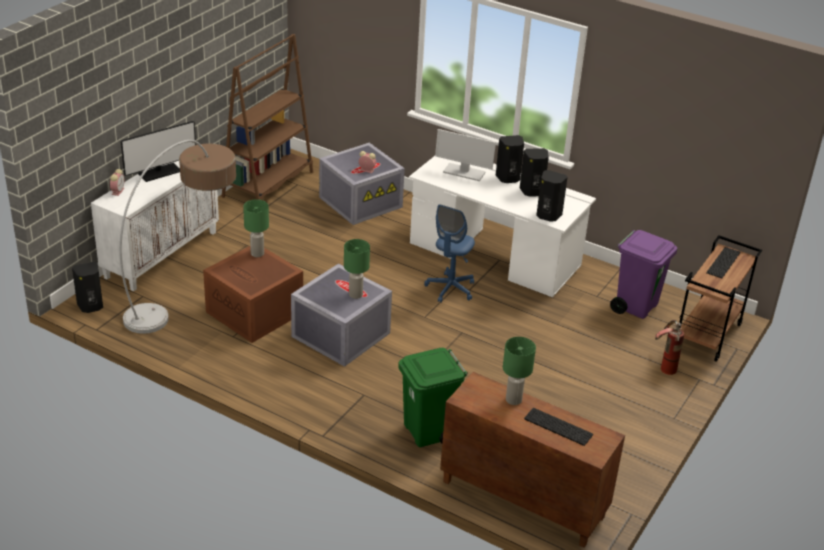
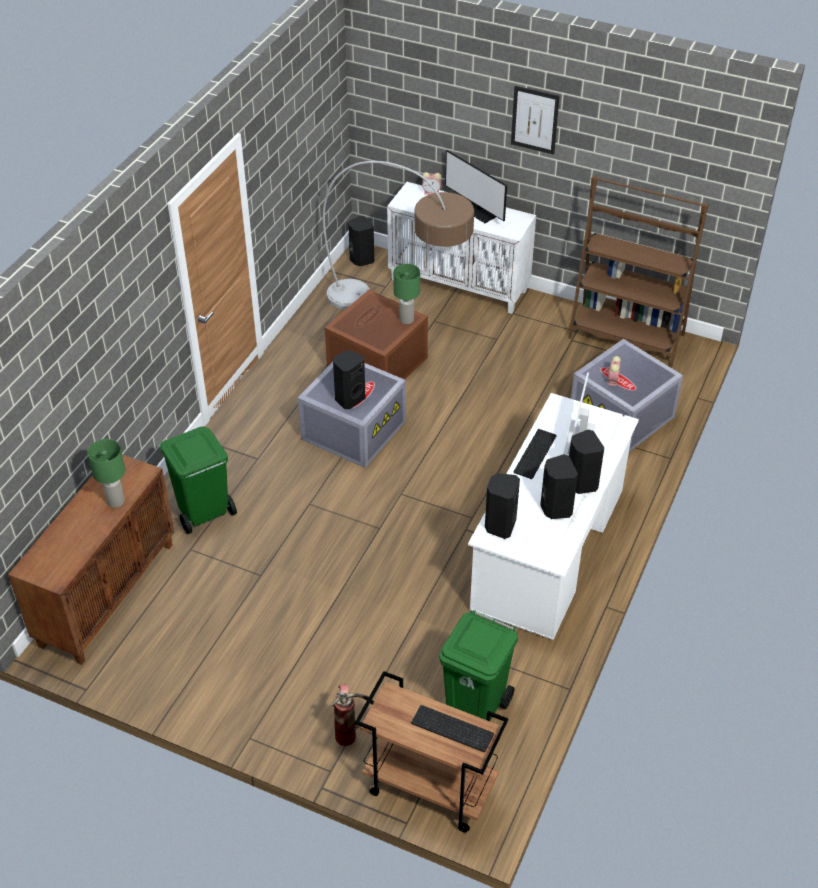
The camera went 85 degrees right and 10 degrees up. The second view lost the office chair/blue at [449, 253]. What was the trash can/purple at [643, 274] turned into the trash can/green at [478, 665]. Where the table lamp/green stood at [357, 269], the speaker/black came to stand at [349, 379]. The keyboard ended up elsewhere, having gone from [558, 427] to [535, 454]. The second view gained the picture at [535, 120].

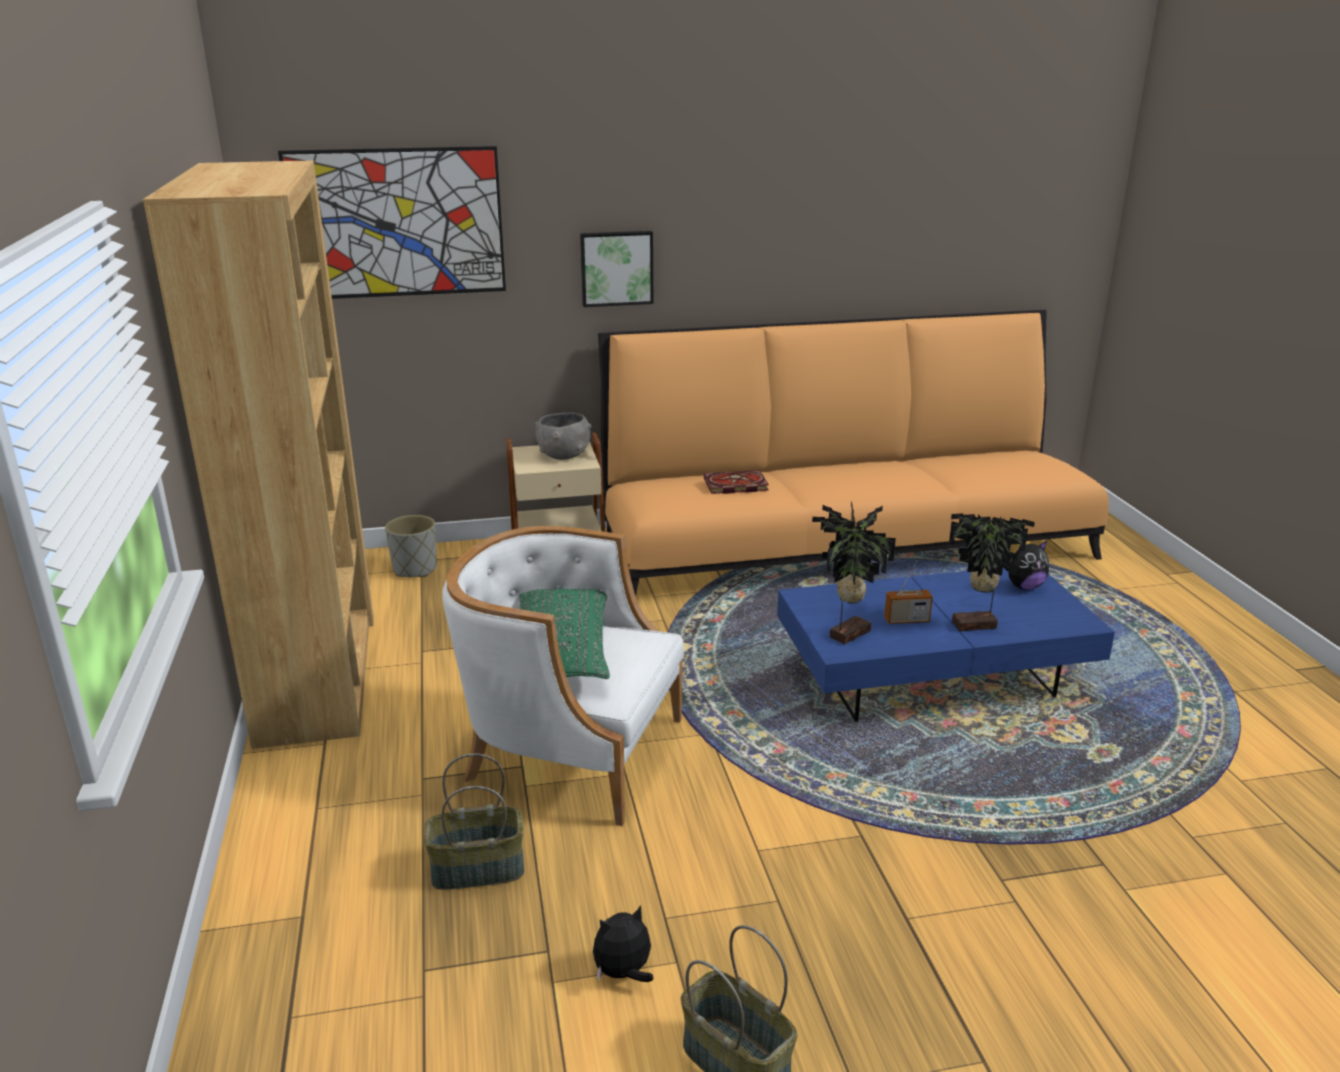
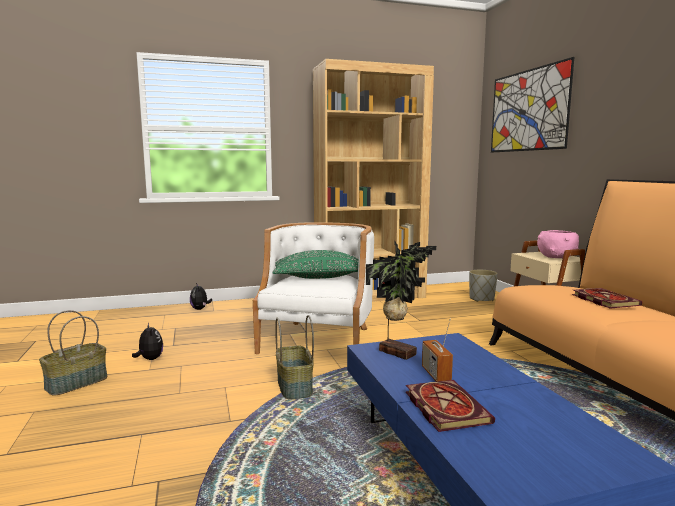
The camera went 85 degrees right and 15 degrees down. The second view lost the picture at [616, 269]. What was the bowl/grey at [563, 436] turned into the bowl/pink at [558, 244]. Where the potted plant stood at [992, 572], the book came to stand at [450, 406]. The plush toy ended up elsewhere, having gone from [1026, 565] to [201, 296]. The basket ended up elsewhere, having gone from [474, 821] to [294, 357].

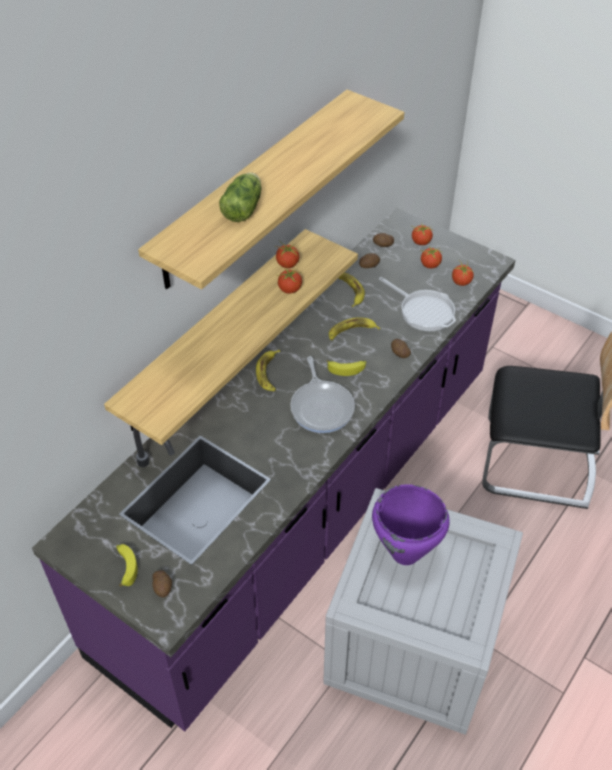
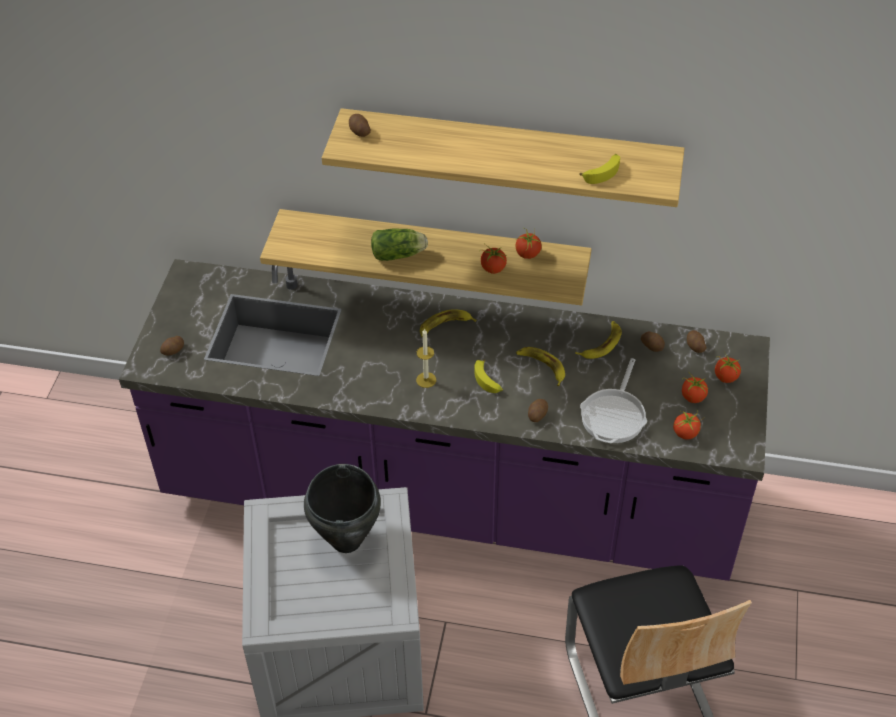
The camera went 65 degrees right and 0 degrees up. The lettuce ended up elsewhere, having gone from [240, 197] to [399, 244]. Where the frying pan stood at [322, 394], the candle came to stand at [426, 358]. What was the cooking pot/purple at [411, 524] turned into the cooking pot/black at [342, 508]. The banana ended up elsewhere, having gone from [127, 565] to [599, 169]. The second view gained the potato at [360, 125].

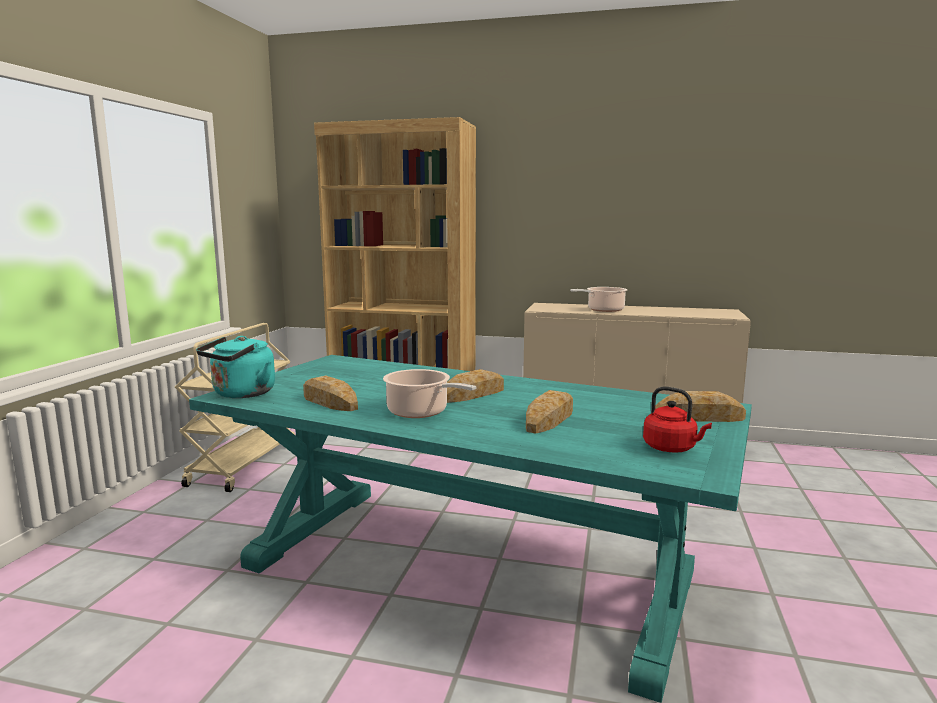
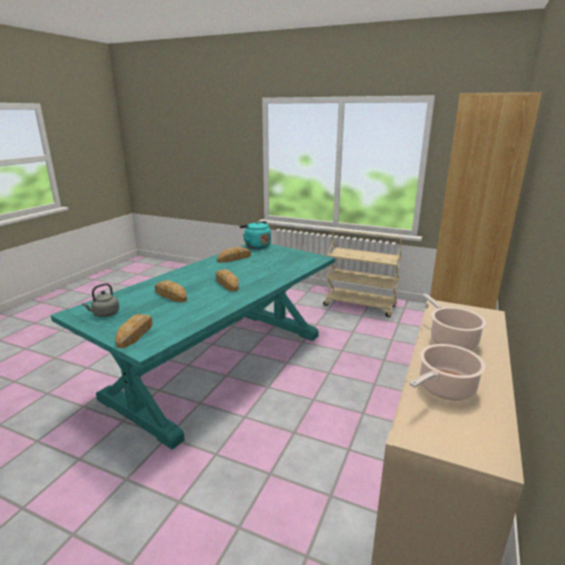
The camera went 100 degrees right and 10 degrees up. The cooking pot ended up elsewhere, having gone from [429, 393] to [447, 372]. What was the kettle/red at [677, 419] turned into the kettle/grey at [100, 300].

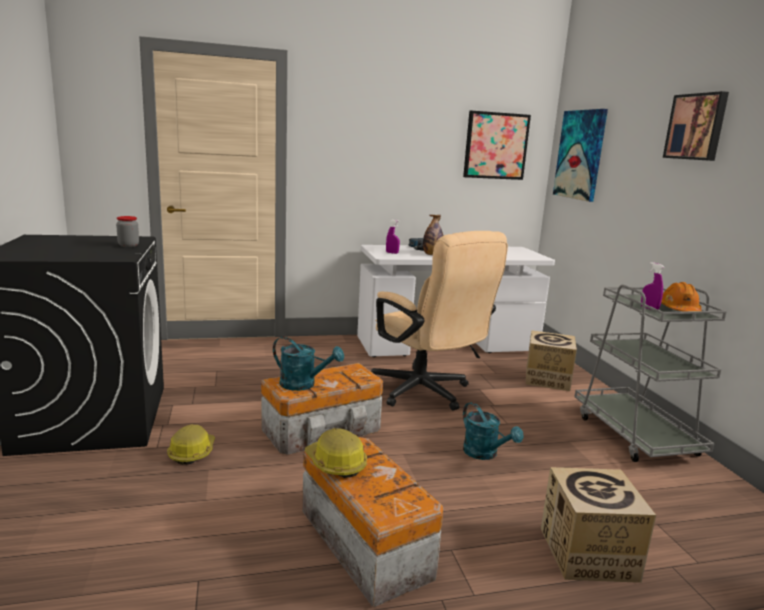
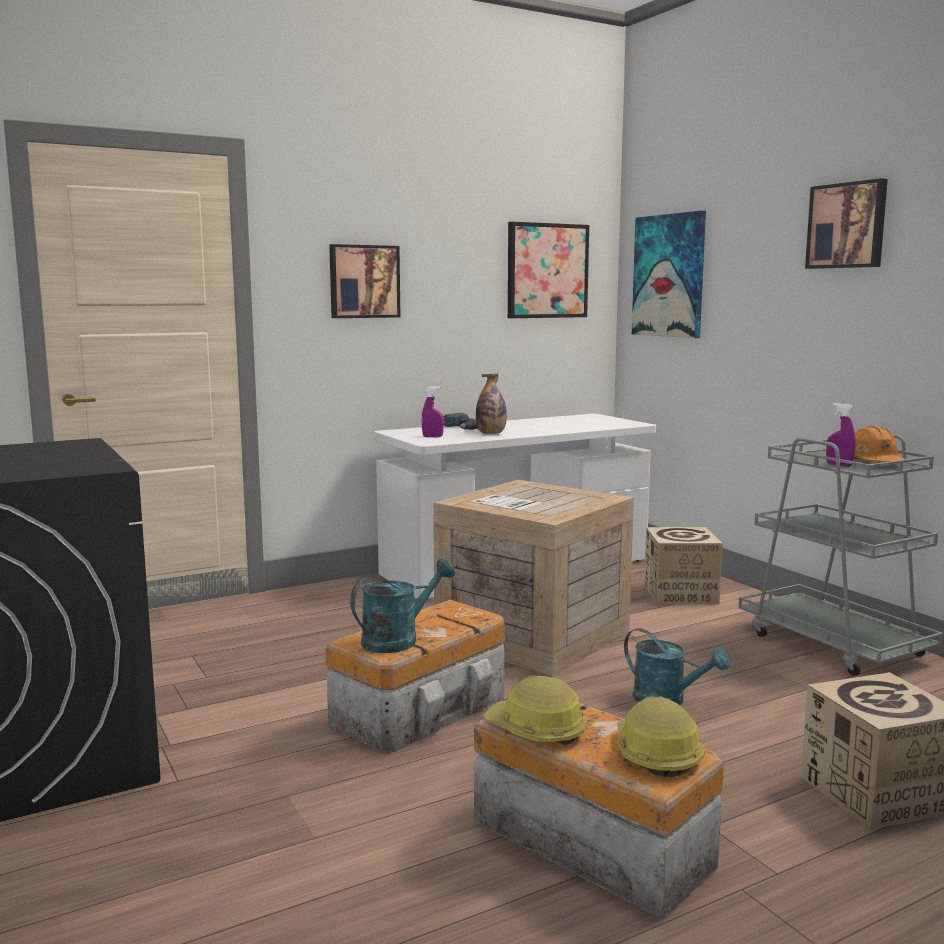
The camera went 15 degrees left and 5 degrees down. The second view lost the jar at [127, 231]. Where the office chair/beige stood at [439, 321], the crate came to stand at [533, 578]. The watering can/turquoise at [308, 364] ended up facing another way, 45 degrees counterclockwise from before. The hard hat ended up elsewhere, having gone from [191, 444] to [661, 736]. The second view gained the picture at [364, 281].

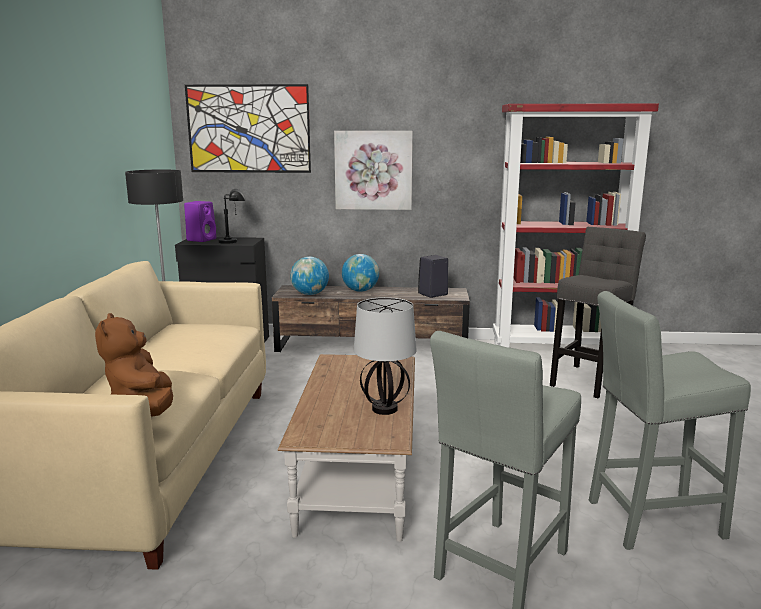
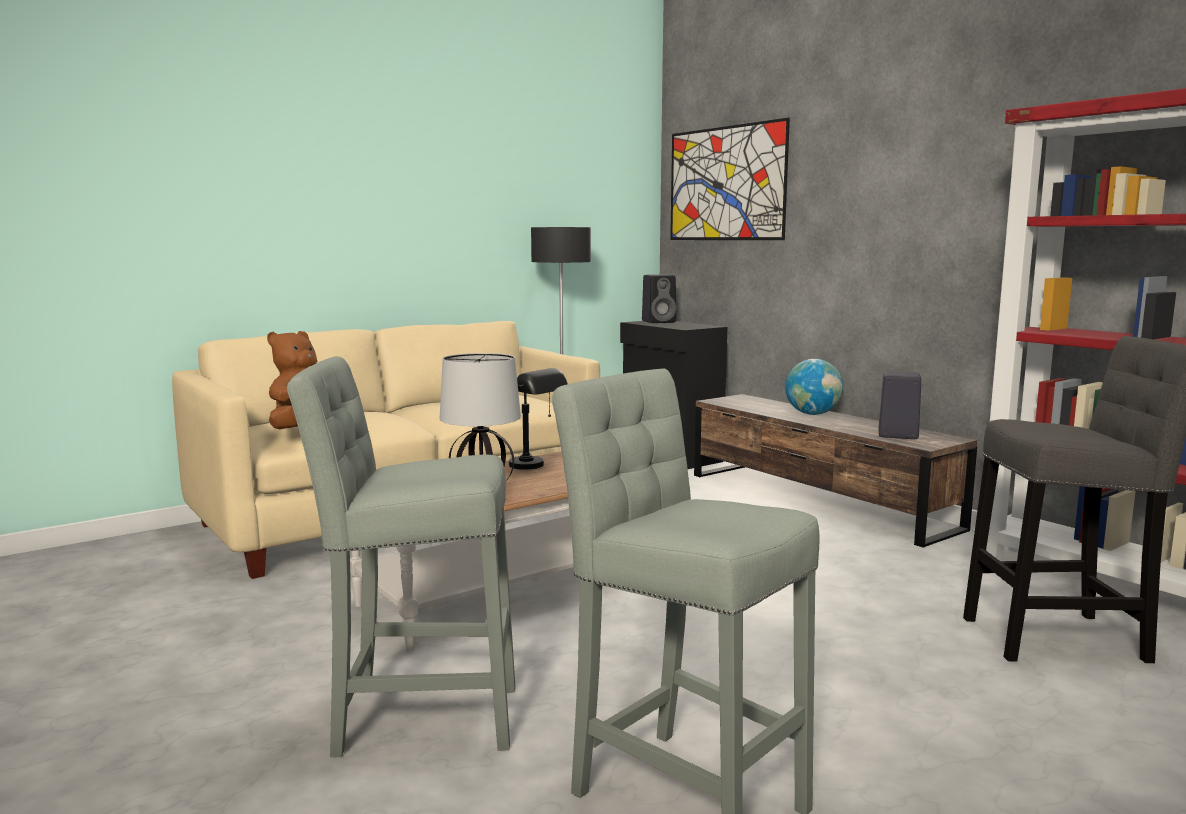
The camera went 50 degrees right and 5 degrees down. The second view lost the picture at [373, 170]. The table lamp/black ended up elsewhere, having gone from [232, 216] to [538, 419]. What was the speaker/purple at [200, 221] turned into the speaker/black at [659, 298]. The second view lost the globe at [309, 276].

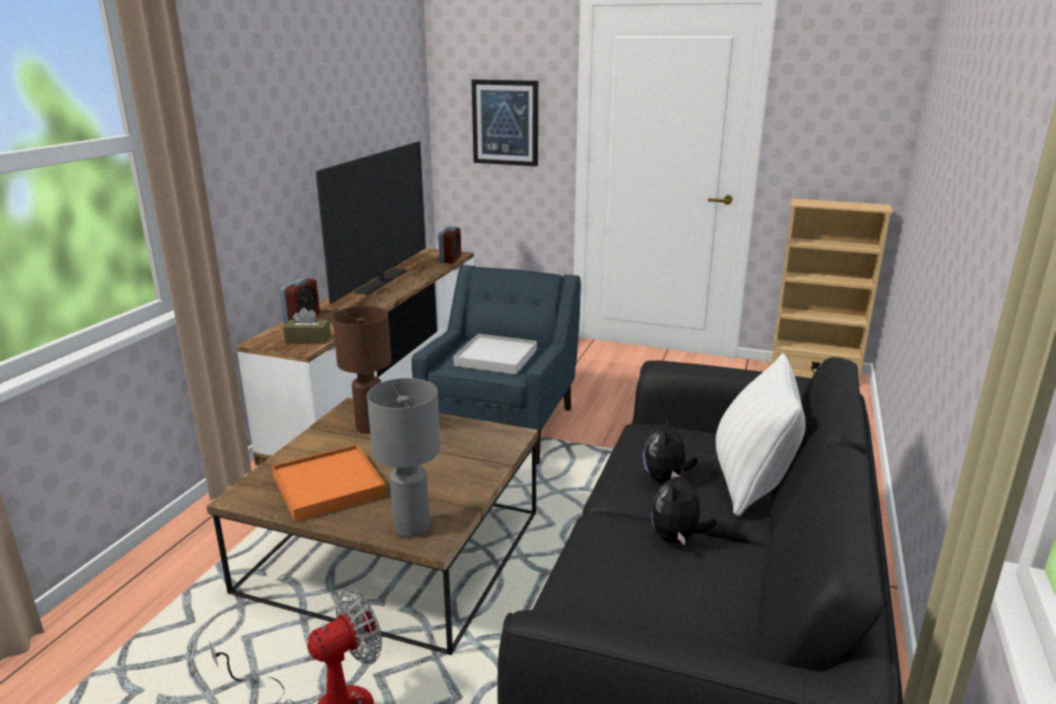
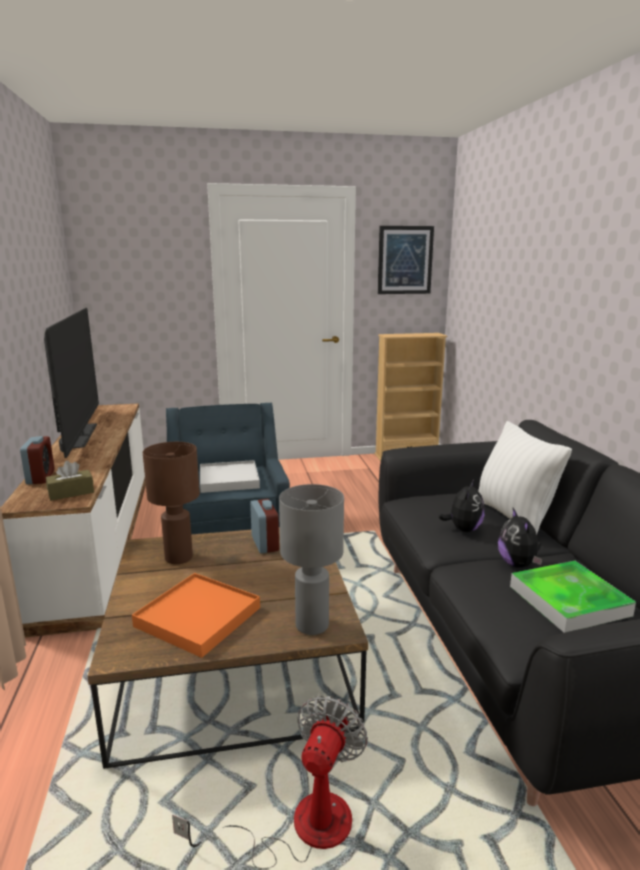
The camera went 30 degrees left and 5 degrees down. The picture ended up elsewhere, having gone from [504, 122] to [406, 260]. The alarm clock ended up elsewhere, having gone from [449, 245] to [264, 526]. The plush toy at [670, 448] ended up facing another way, 135 degrees counterclockwise from before. The second view gained the tray at [573, 597].

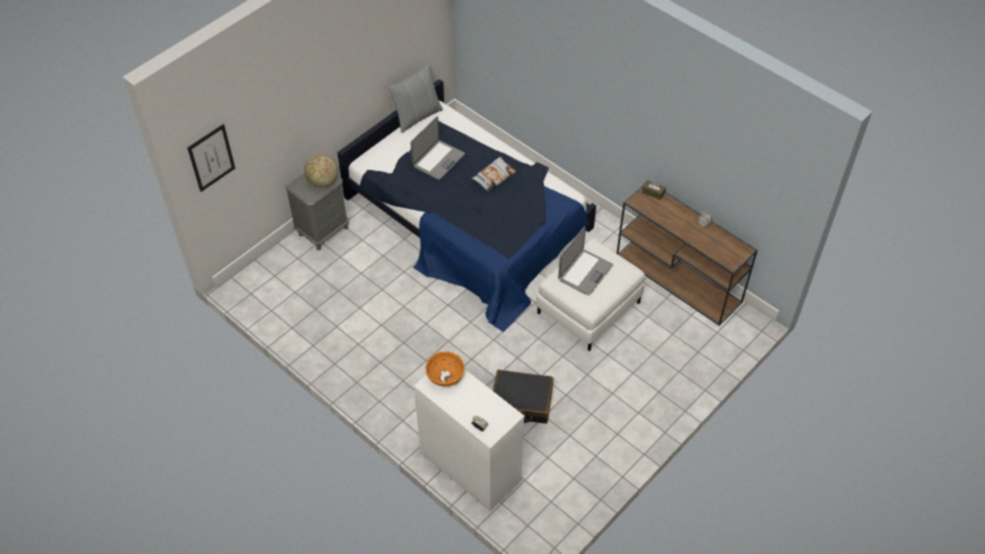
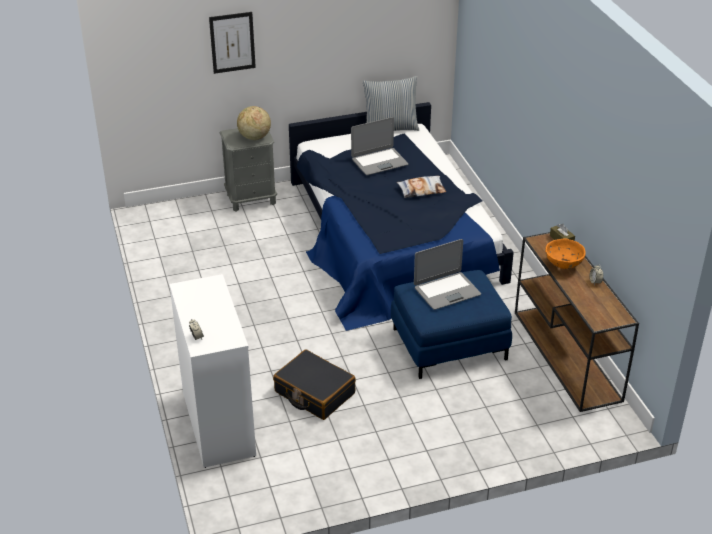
The camera went 30 degrees right and 15 degrees down. The picture ended up elsewhere, having gone from [211, 158] to [232, 43]. What was the ottoman/white at [590, 294] turned into the ottoman/blue at [451, 324]. The bowl/orange ended up elsewhere, having gone from [445, 368] to [565, 254].

